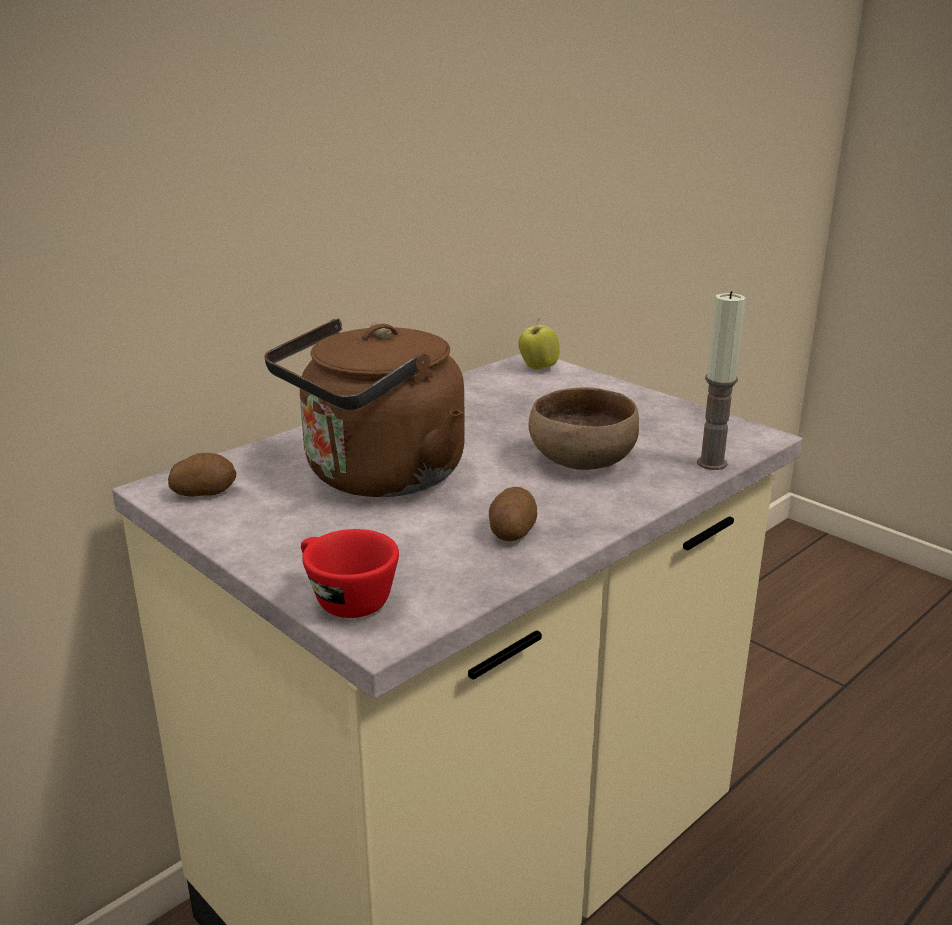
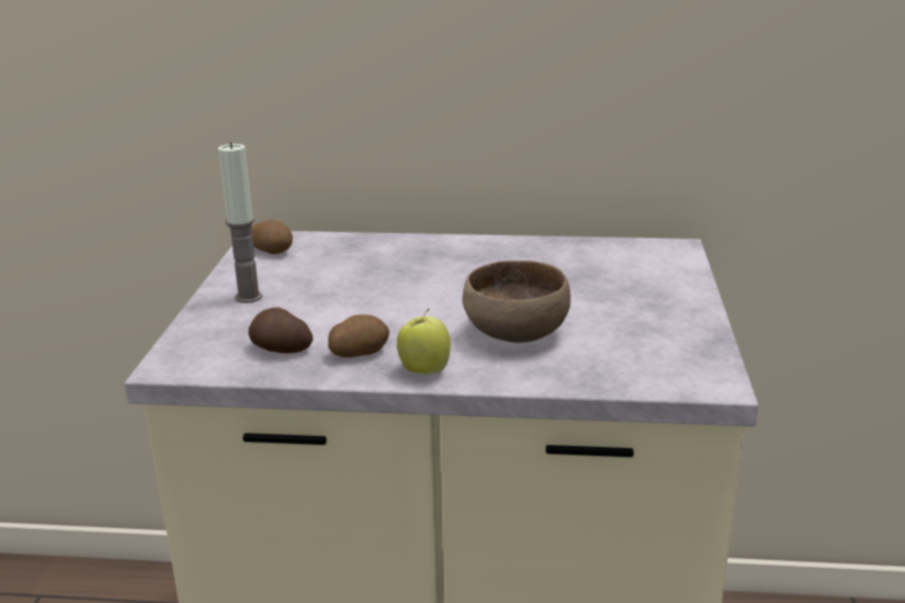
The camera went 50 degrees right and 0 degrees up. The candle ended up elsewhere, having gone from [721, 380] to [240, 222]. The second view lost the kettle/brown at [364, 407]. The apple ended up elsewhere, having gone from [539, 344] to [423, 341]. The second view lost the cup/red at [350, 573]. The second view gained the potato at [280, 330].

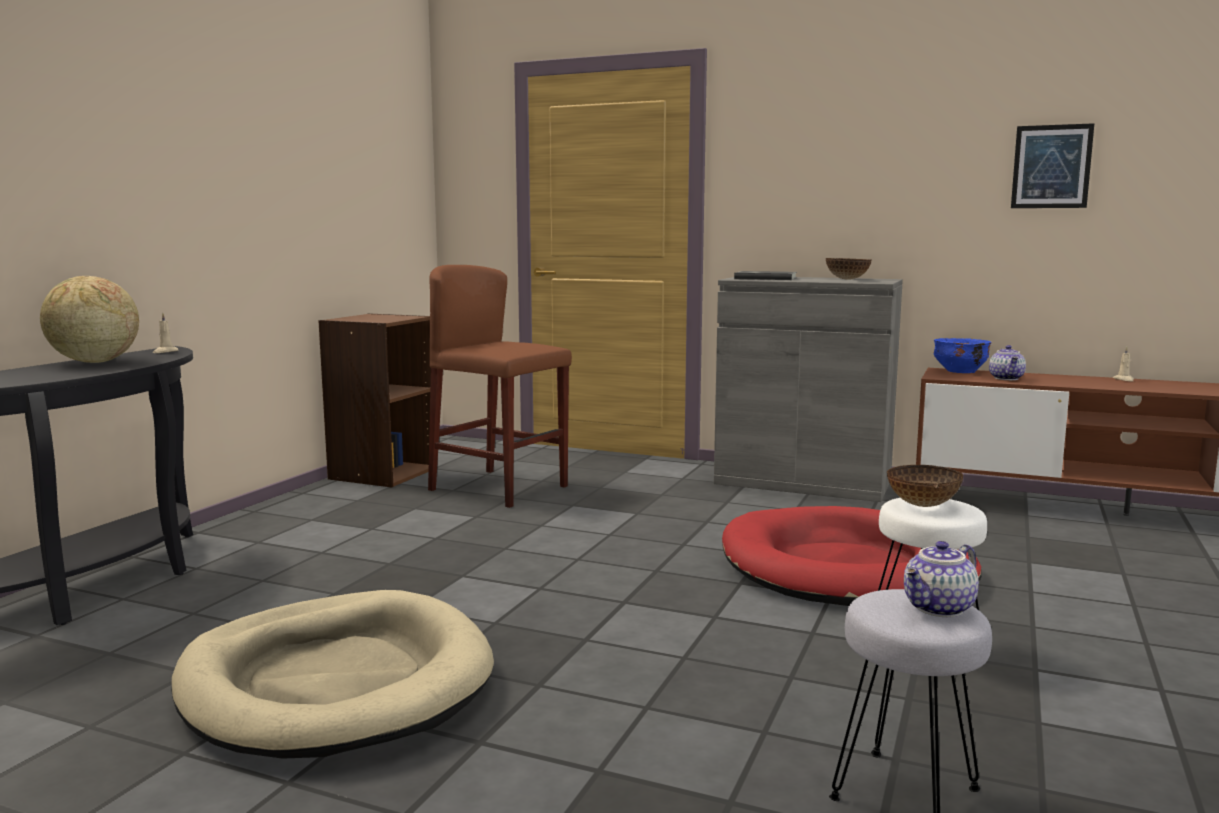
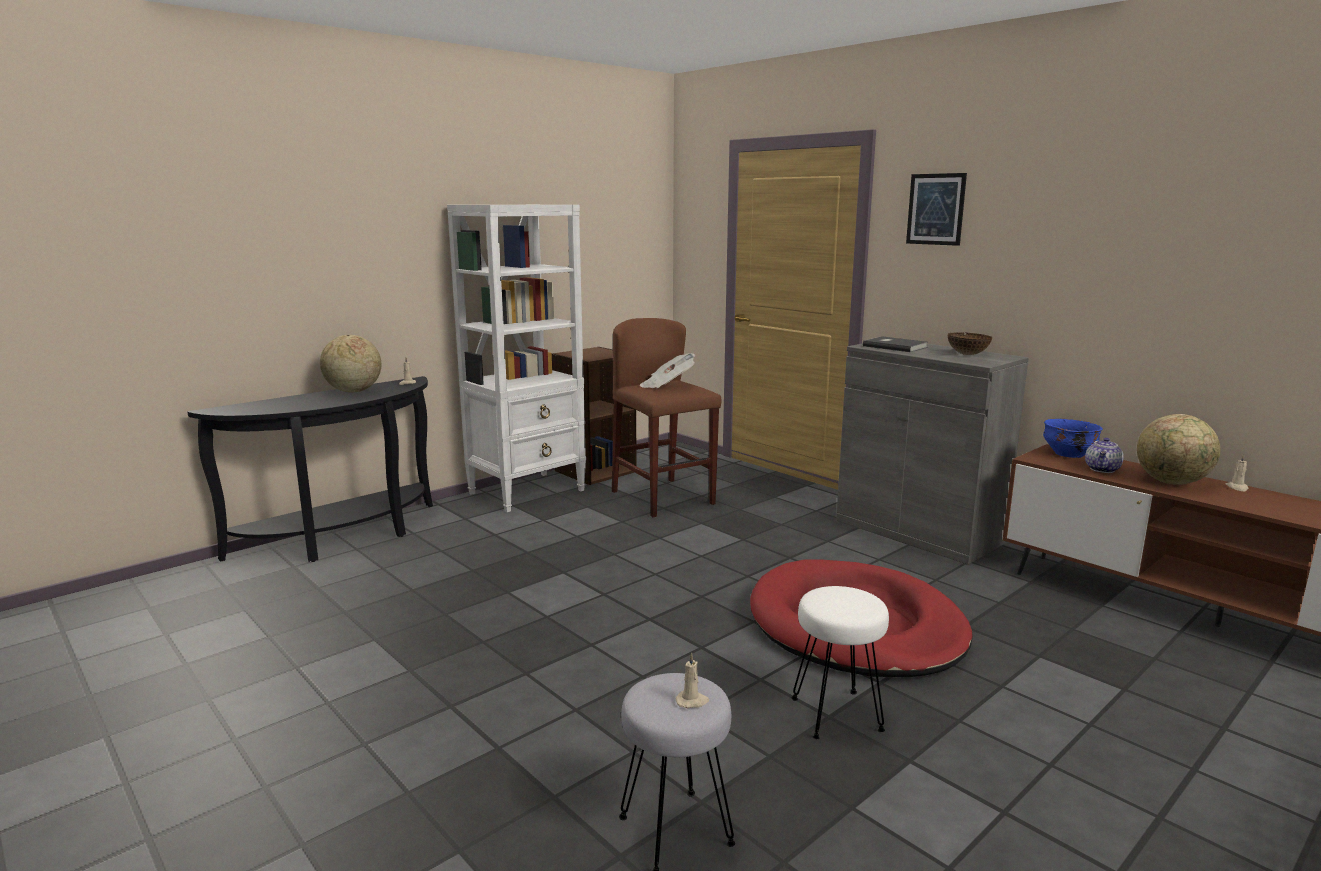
The camera went 25 degrees right and 5 degrees up. The picture ended up elsewhere, having gone from [1053, 165] to [936, 209]. The second view lost the bowl at [925, 486]. Where the teapot stood at [941, 579], the candle/beige came to stand at [692, 680]. The second view lost the dog bed/beige at [332, 674]. The second view gained the bookcase/white at [516, 358]. The second view gained the newspaper at [668, 370]. The second view gained the globe at [1178, 449].

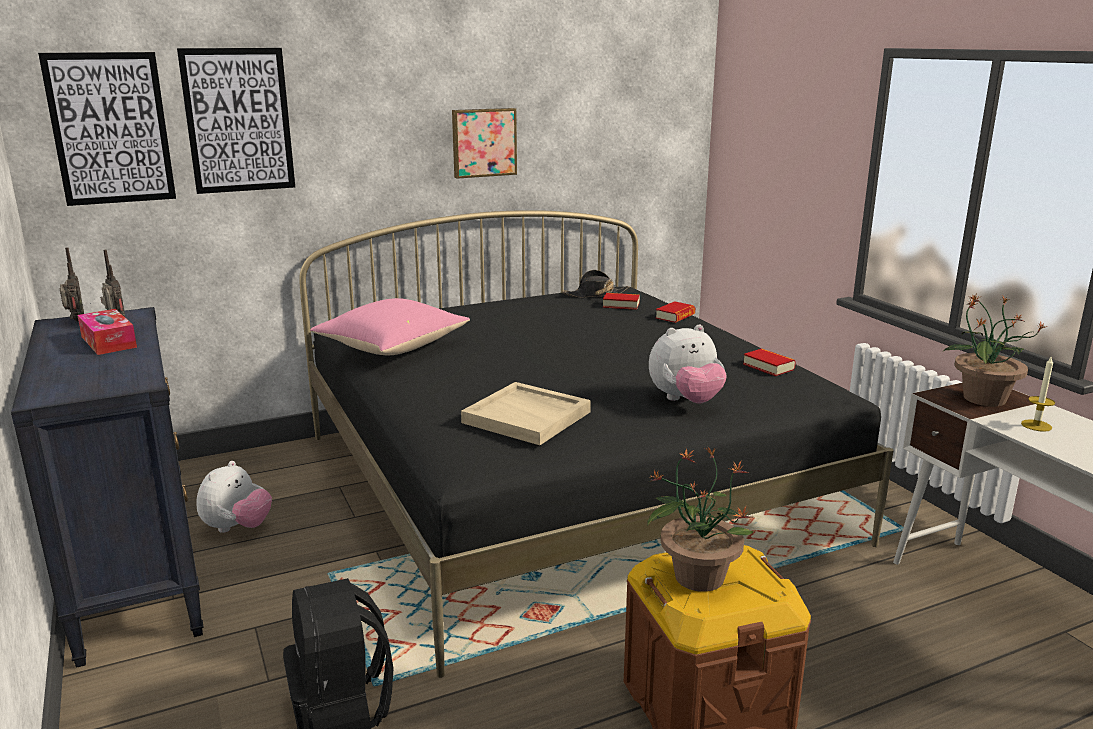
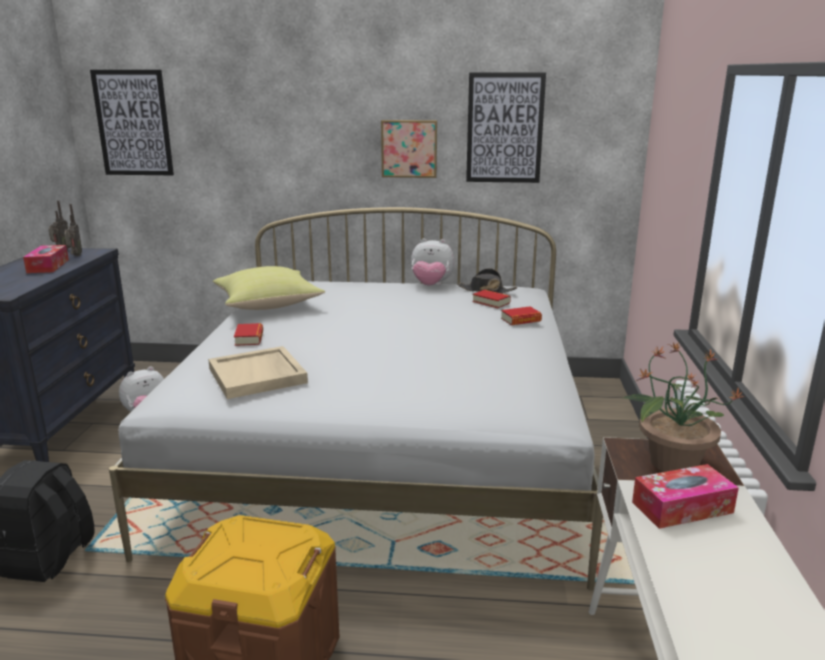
The camera went 30 degrees right and 0 degrees up. The picture ended up elsewhere, having gone from [236, 121] to [506, 127]. What was the bed/black at [596, 444] turned into the bed/white at [356, 398]. What was the pillow/pink at [390, 327] turned into the pillow/yellow at [269, 288]. The plush toy ended up elsewhere, having gone from [688, 364] to [433, 262]. The book ended up elsewhere, having gone from [769, 362] to [248, 334]. Where the candle stood at [1038, 394], the tissue box came to stand at [685, 496]. The second view lost the potted plant at [700, 520].

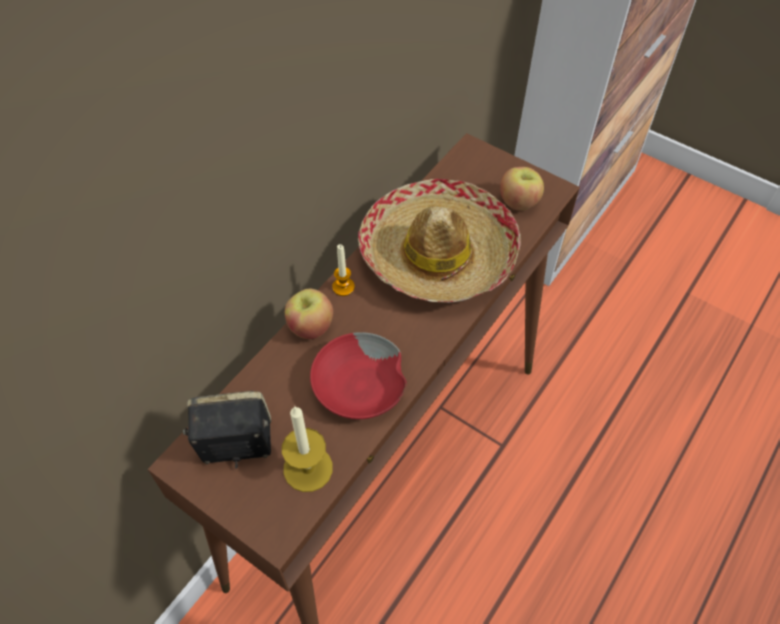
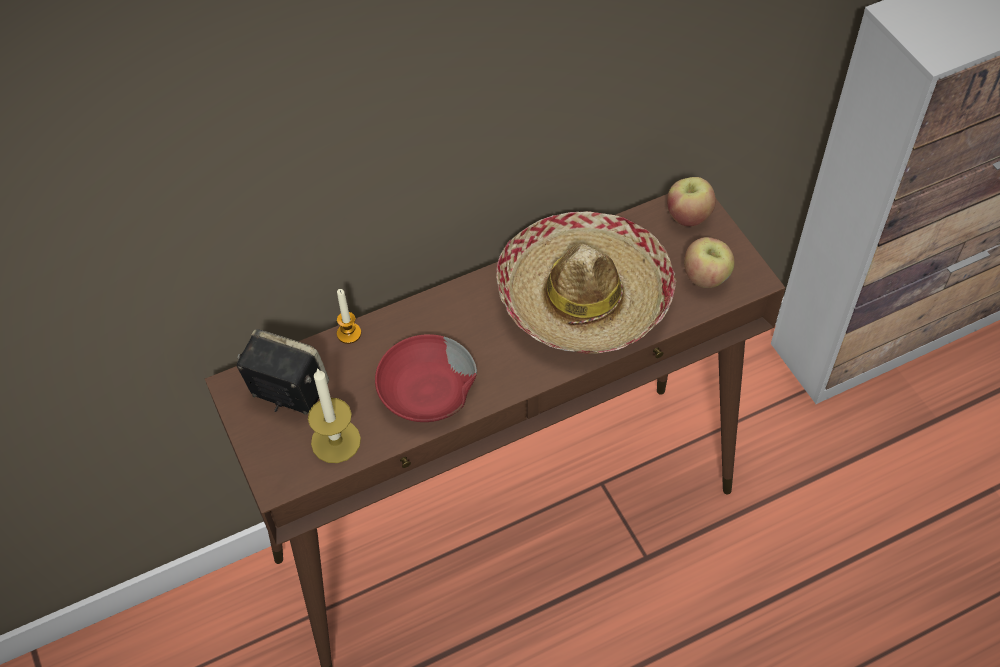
The camera went 30 degrees right and 0 degrees up. The candle ended up elsewhere, having gone from [343, 270] to [349, 316]. The apple ended up elsewhere, having gone from [309, 313] to [691, 202].

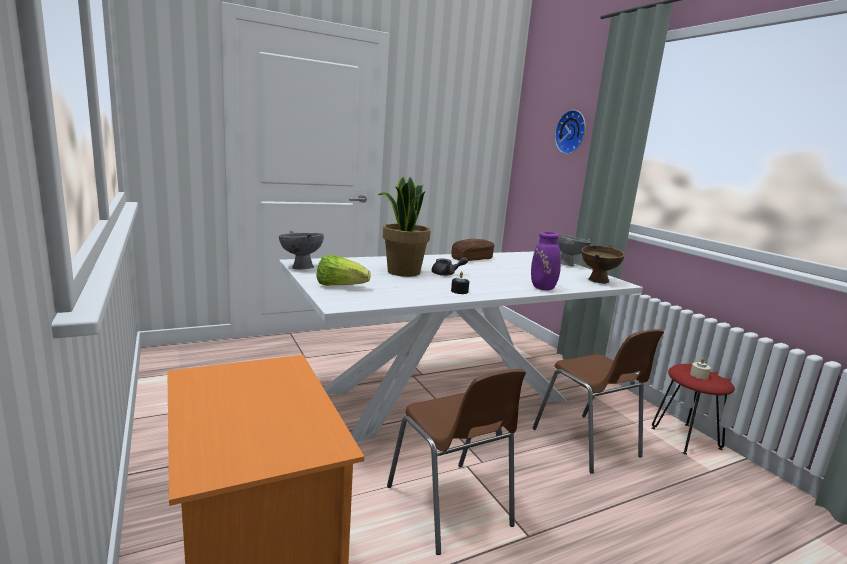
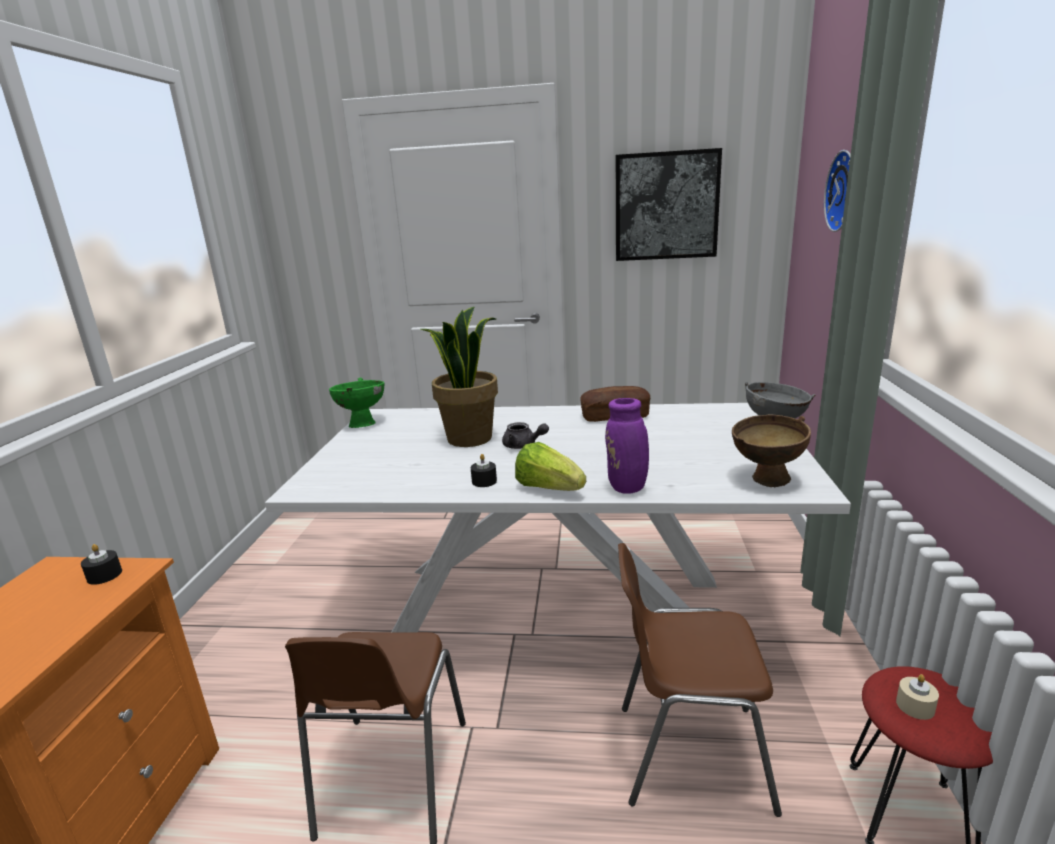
The camera went 35 degrees right and 5 degrees up. What was the bowl/grey at [301, 250] turned into the bowl/green at [357, 403]. The lettuce ended up elsewhere, having gone from [344, 270] to [550, 466]. The chair/brown at [598, 401] ended up facing another way, 90 degrees clockwise from before. The second view gained the picture at [669, 204]. The second view gained the candle/black at [101, 564].

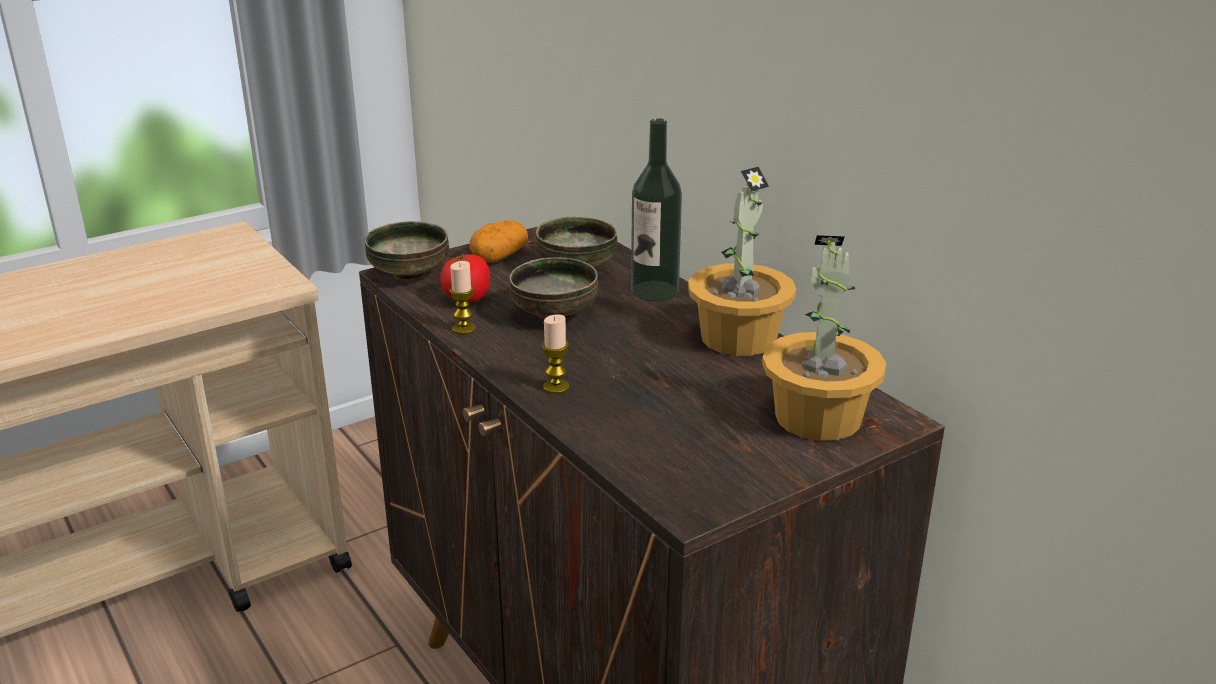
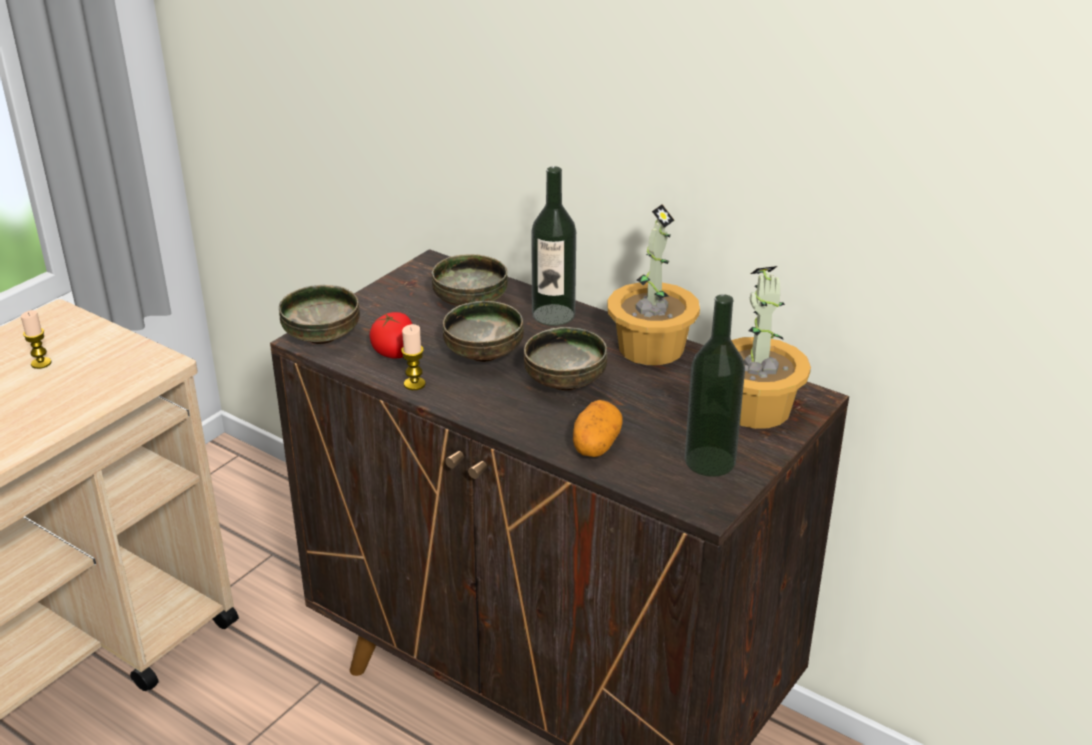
The camera went 20 degrees left and 5 degrees up. The potato ended up elsewhere, having gone from [498, 241] to [598, 428]. The candle ended up elsewhere, having gone from [555, 354] to [36, 339]. The second view gained the bottle at [715, 385]. The second view gained the bowl at [565, 359].

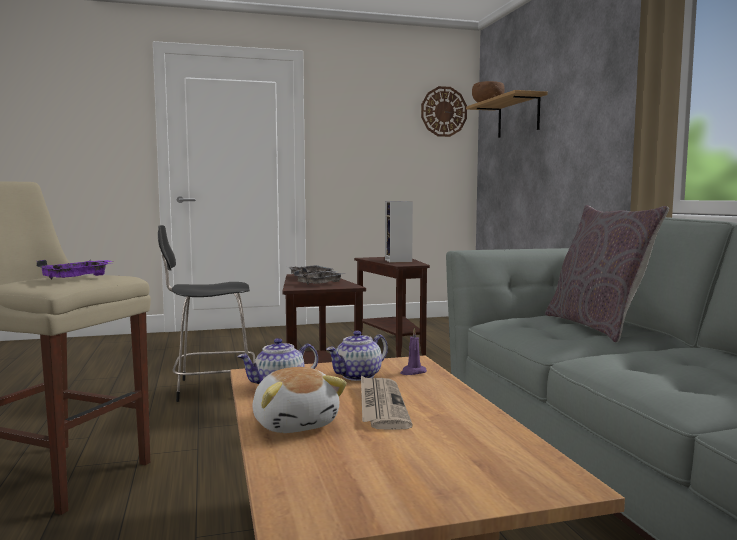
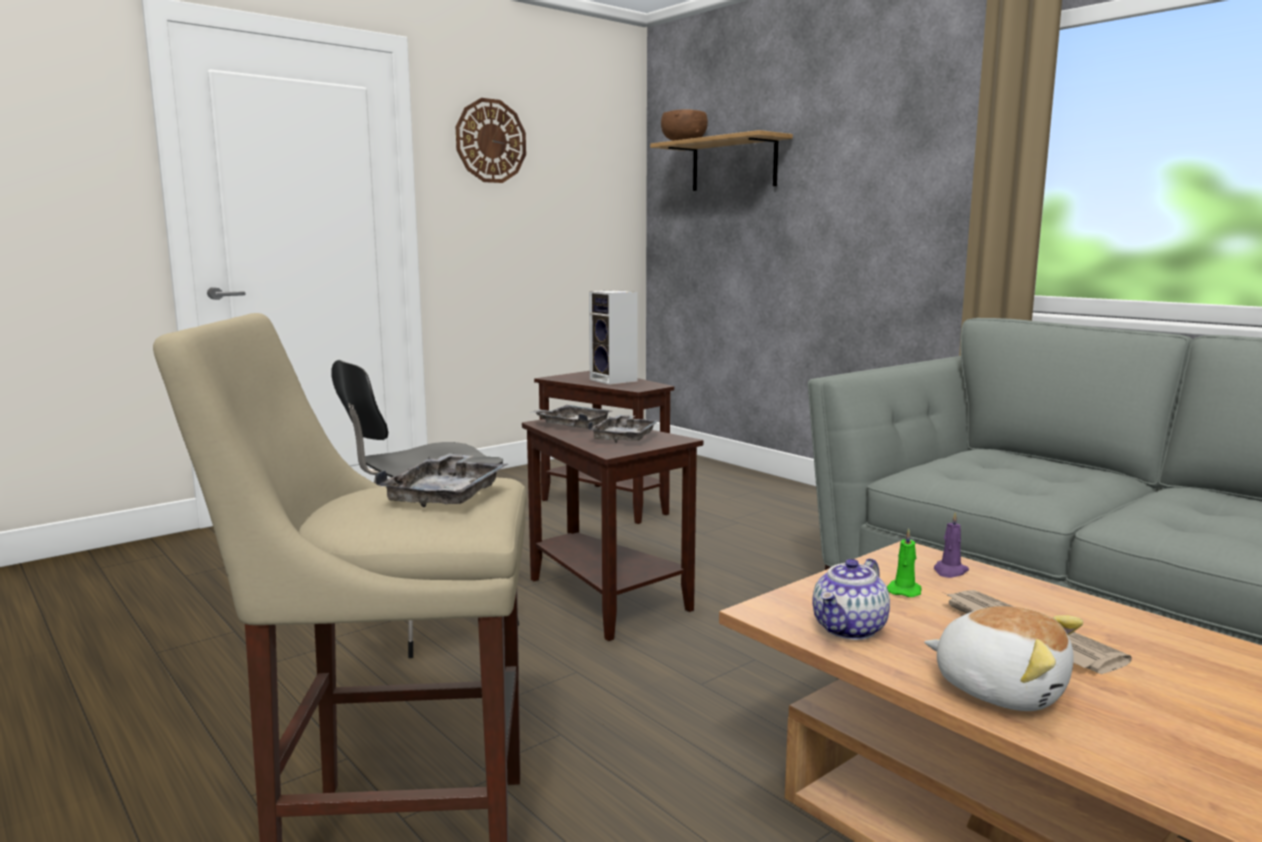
The camera went 25 degrees left and 5 degrees up. The wall clock ended up elsewhere, having gone from [444, 111] to [491, 140]. The second view lost the pillow/grey at [607, 273]. What was the tray/purple at [75, 269] turned into the tray/grey at [441, 480]. Where the teapot stood at [357, 356], the candle/green came to stand at [904, 563].

